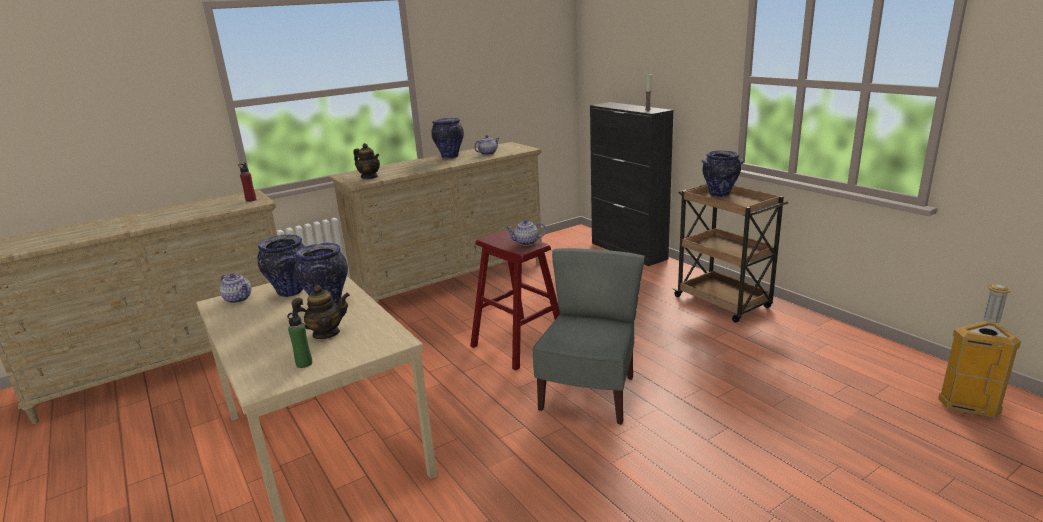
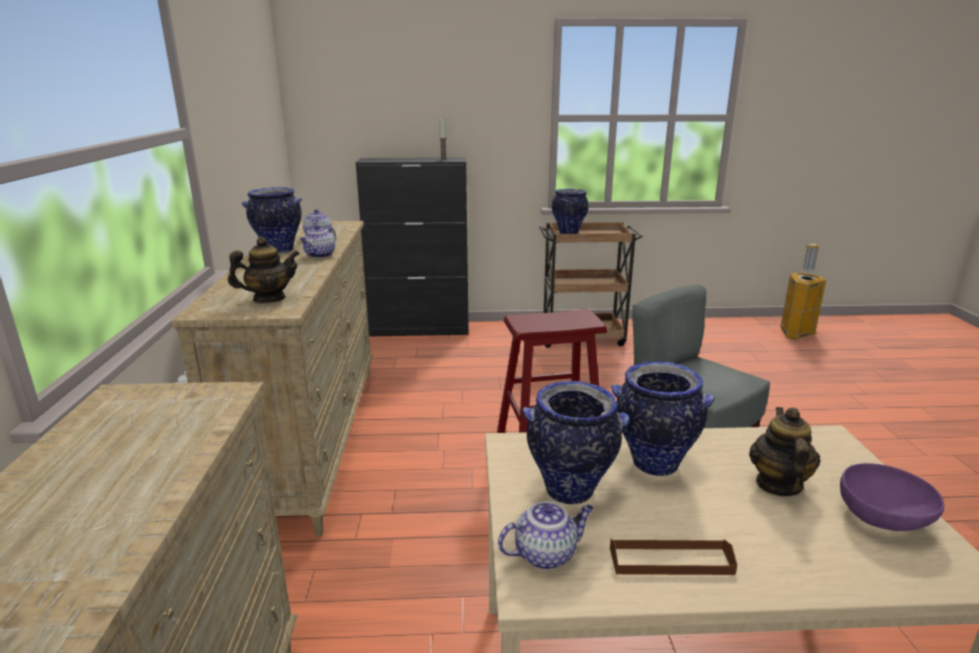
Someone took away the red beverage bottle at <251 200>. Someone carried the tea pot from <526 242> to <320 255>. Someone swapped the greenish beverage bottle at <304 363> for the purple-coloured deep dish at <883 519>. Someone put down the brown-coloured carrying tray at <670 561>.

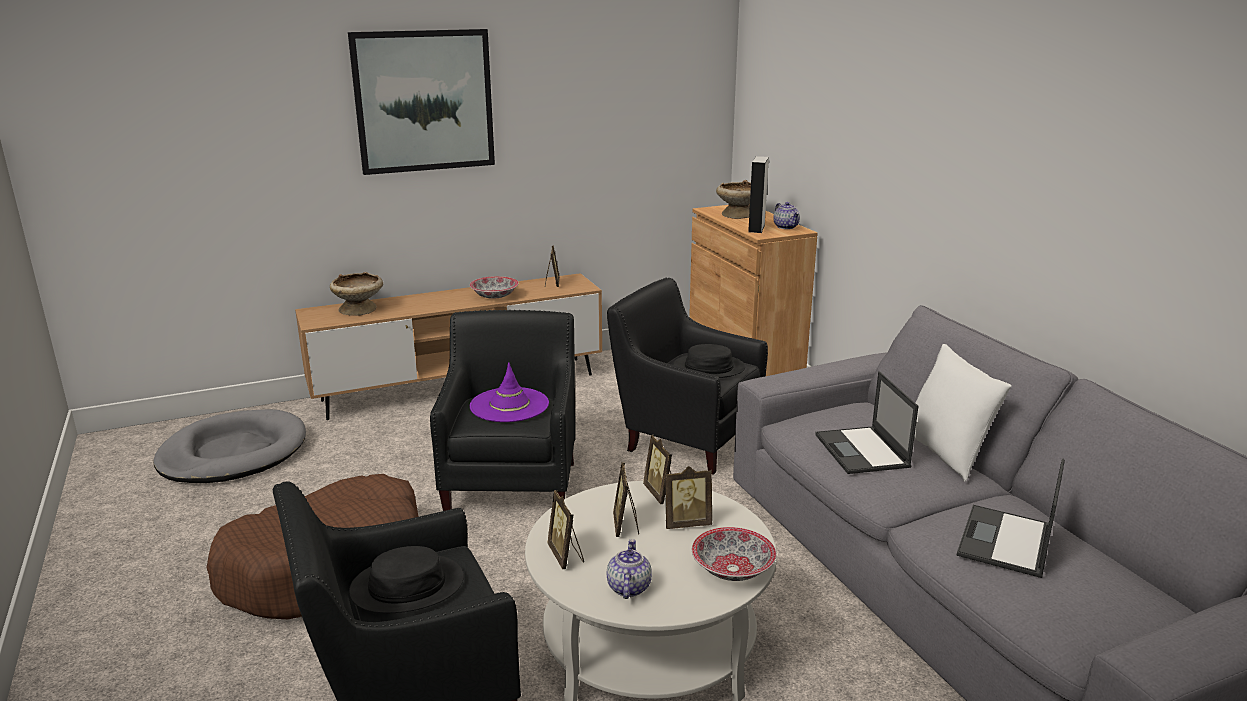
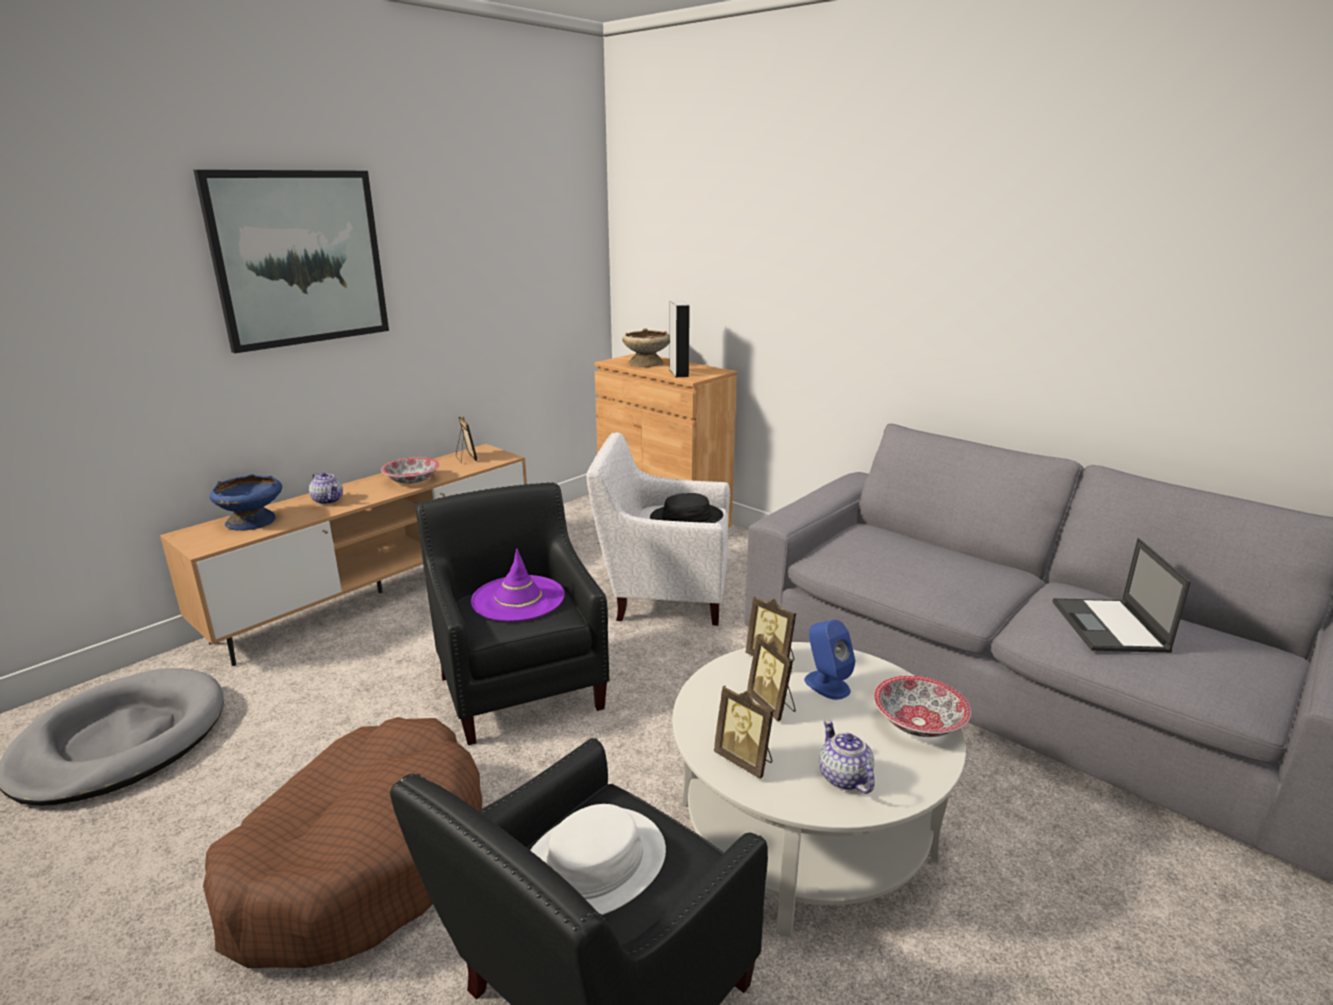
Someone carried the tea pot from <786 227> to <328 500>. Someone repainted the beige-coloured deep dish at <359 309>, which became the blue-coloured deep dish at <253 521>. Someone repainted the black-coloured lounge chair at <686 437>, which became the white lounge chair at <663 593>. Someone took away the white throw pillow at <946 455>. Someone took away the laptop at <862 451>. Someone swapped the photo frame at <686 523> for the blue-coloured audio speaker at <826 684>. Someone repainted the black-coloured clothing hat at <407 586>, which became the white clothing hat at <594 863>.

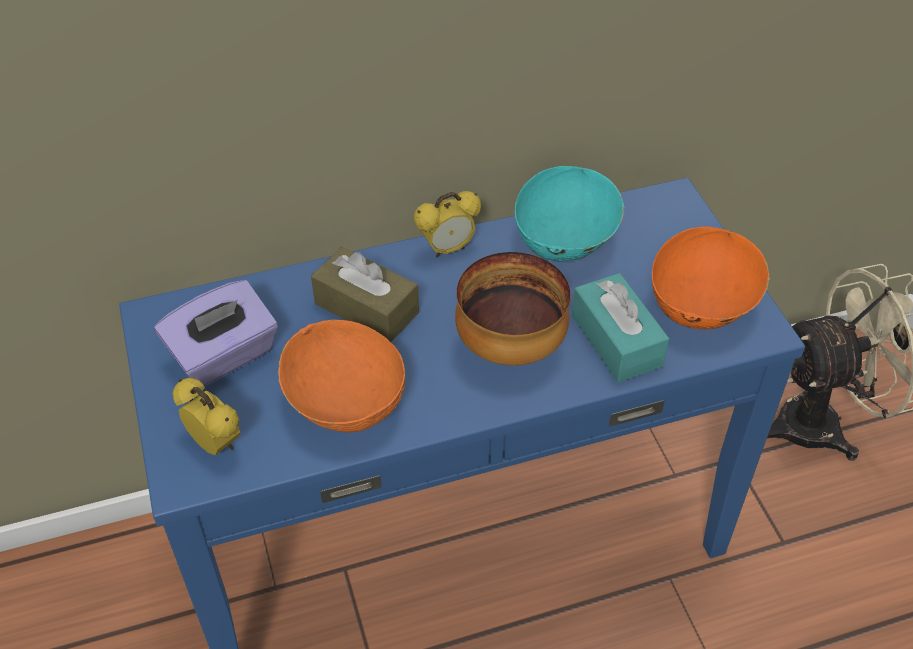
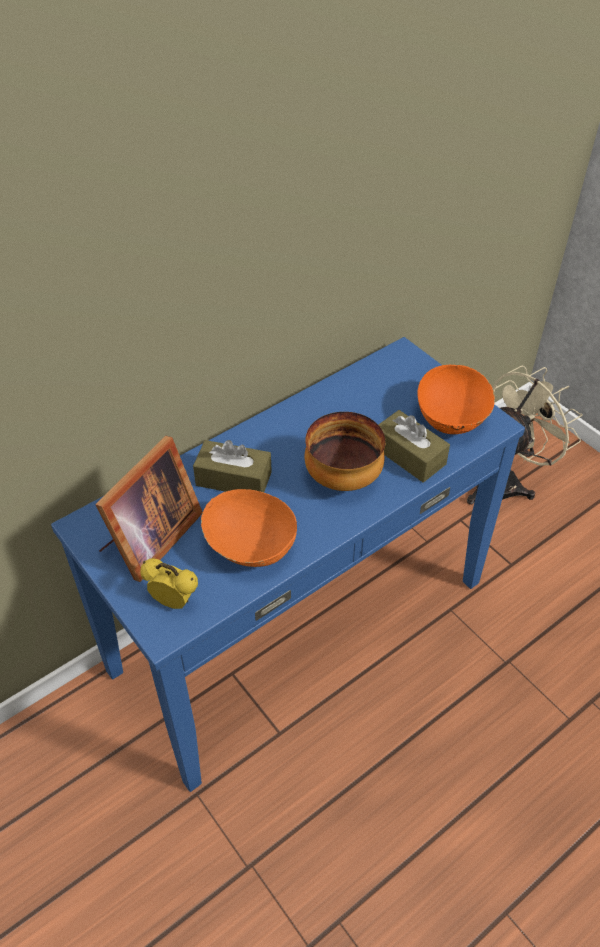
Someone took away the blue-green deep dish at <566 241>. Someone took away the alarm clock at <447 249>. Someone repainted the blue-green box of tissues at <616 340>, which became the brown-coloured box of tissues at <409 455>. Someone swapped the purple-coloured box of tissues at <224 356> for the photo frame at <149 539>.

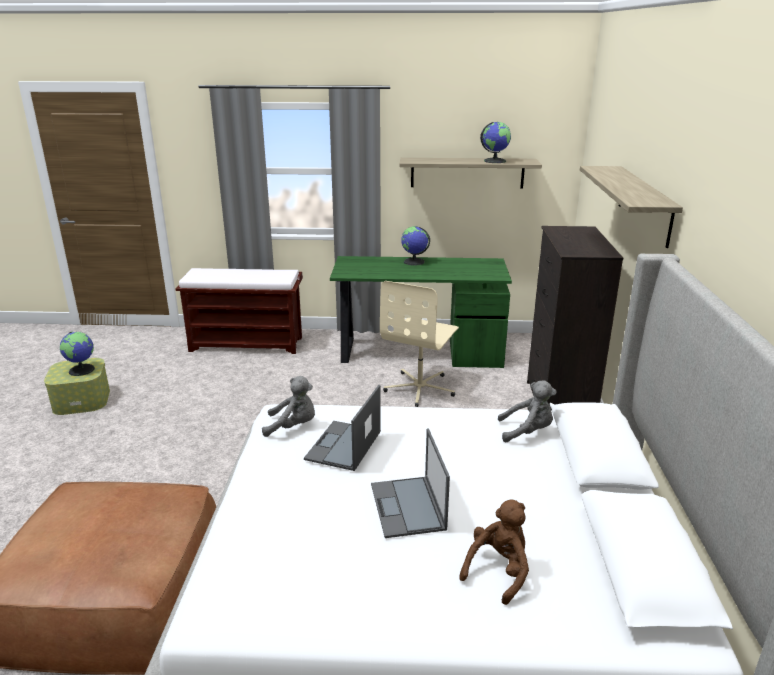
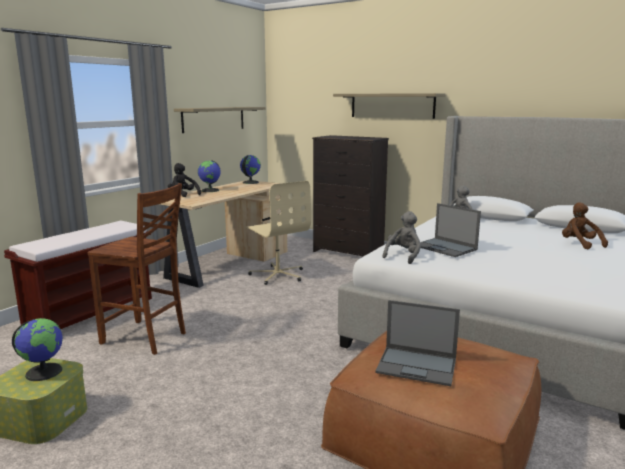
Someone carried the world globe from <494 161> to <250 182>. Someone repainted the greenish desk unit at <418 351>, which became the beige-coloured desk unit at <226 264>. Someone carried the laptop from <408 507> to <417 366>. Someone put down the black-coloured plush toy at <183 195>. Someone put down the brown-coloured upright chair at <145 338>.

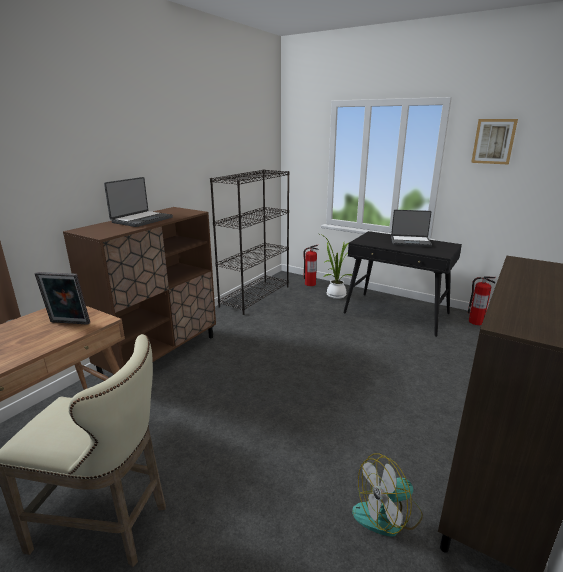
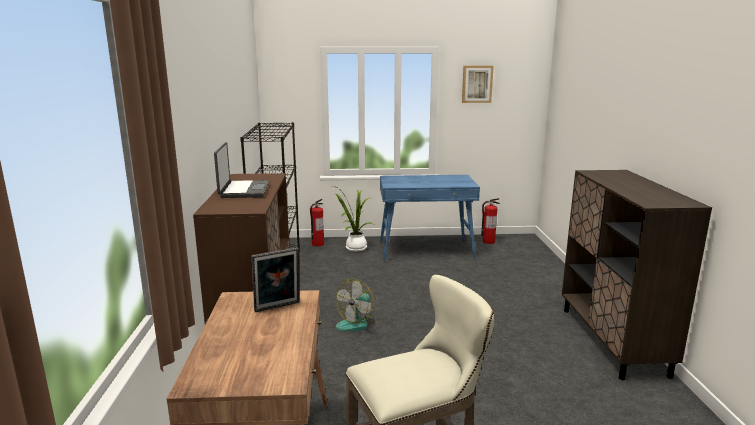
Someone took away the laptop at <410 242>. Someone repainted the black-coloured desk unit at <397 313>, which became the blue-coloured desk unit at <426 250>. Someone carried the electric fan from <388 515> to <357 323>.

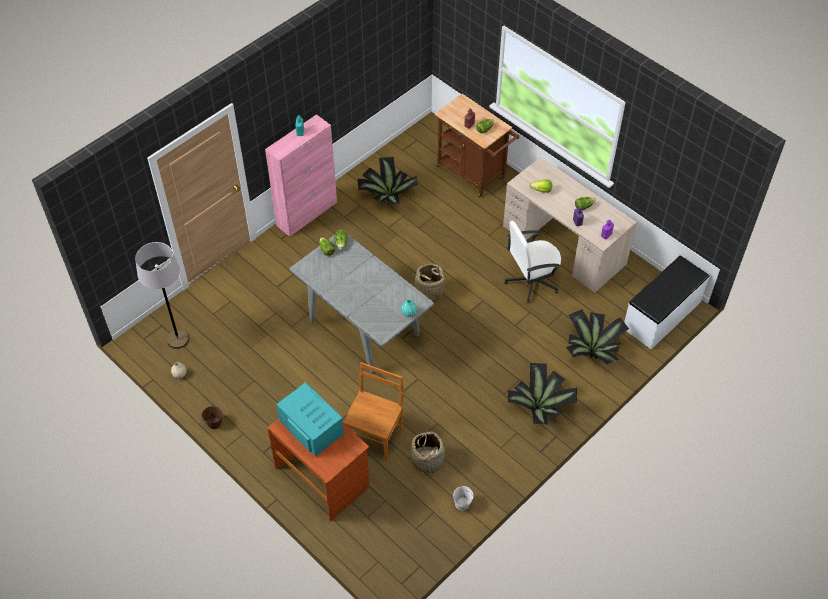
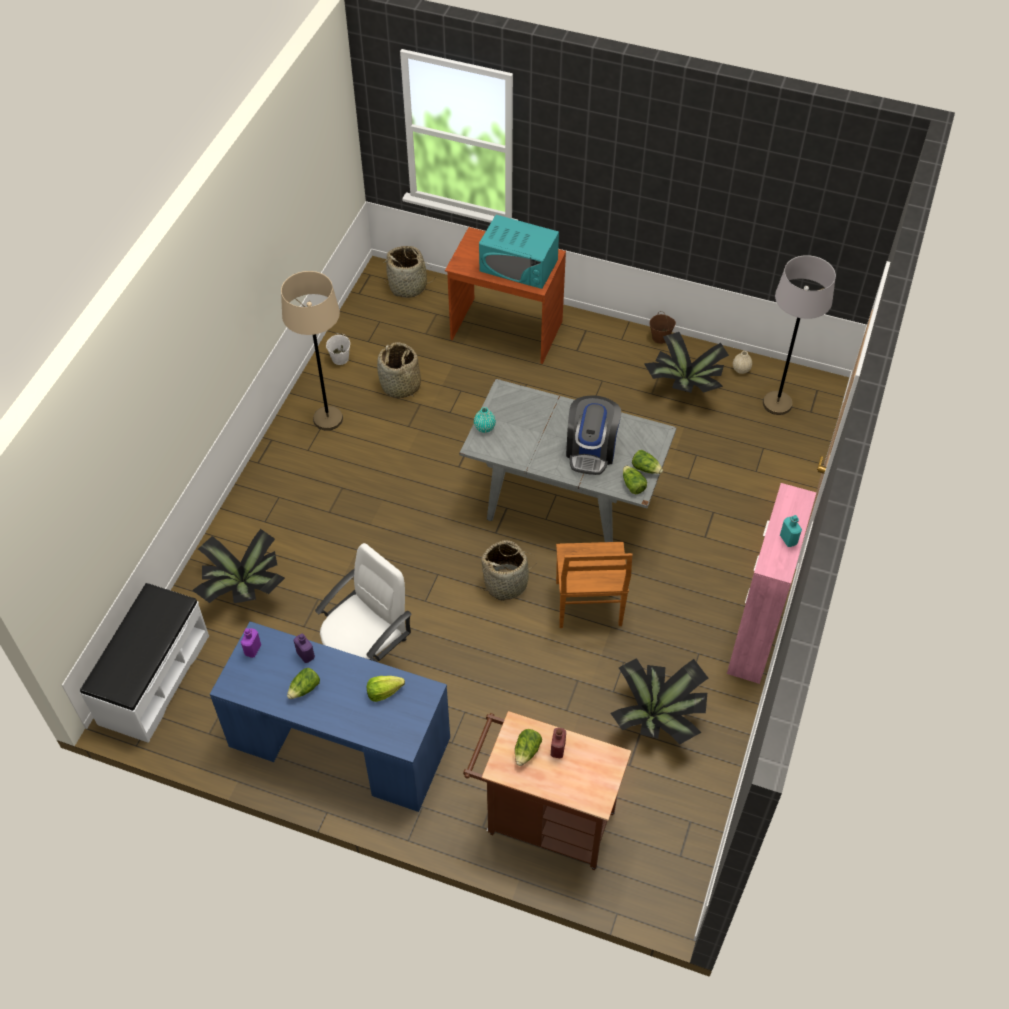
Someone repainted the beige-coloured desk unit at <564 245>, which became the blue-coloured desk unit at <339 741>. Someone carried the brown-coloured upright chair from <375 436> to <588 605>. Someone carried the houseplant from <540 406> to <684 386>. Someone put down the storage basket at <408 286>. Someone put down the beige-coloured floor lamp at <328 419>. Someone put down the coffee maker at <591 450>.

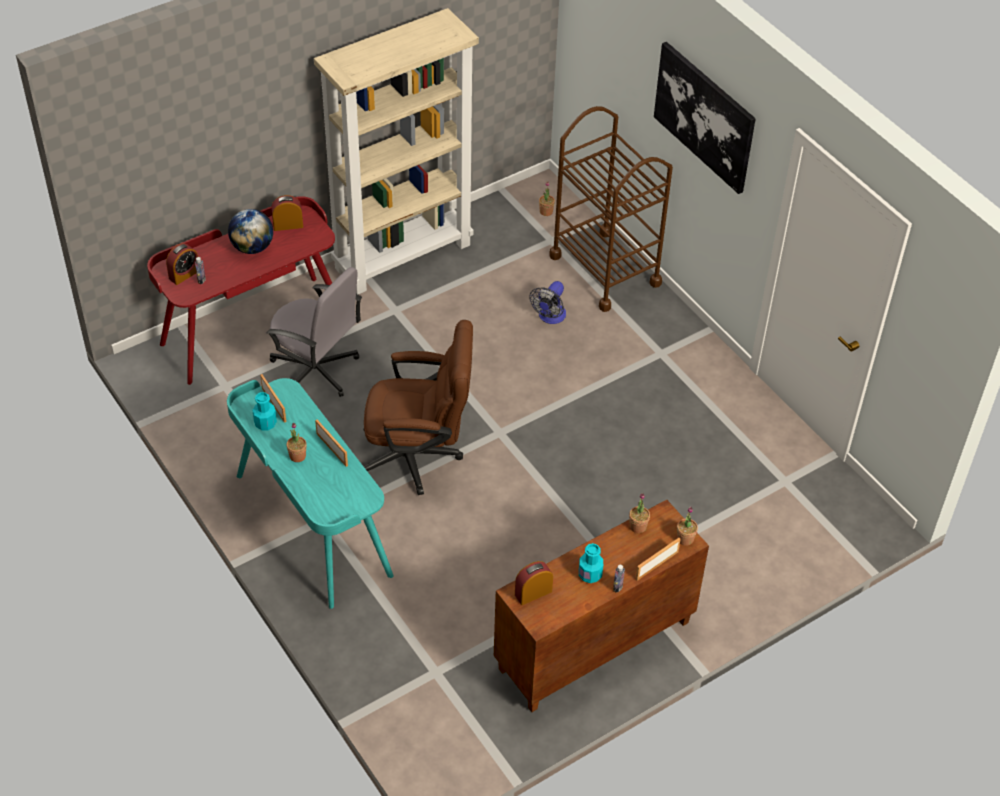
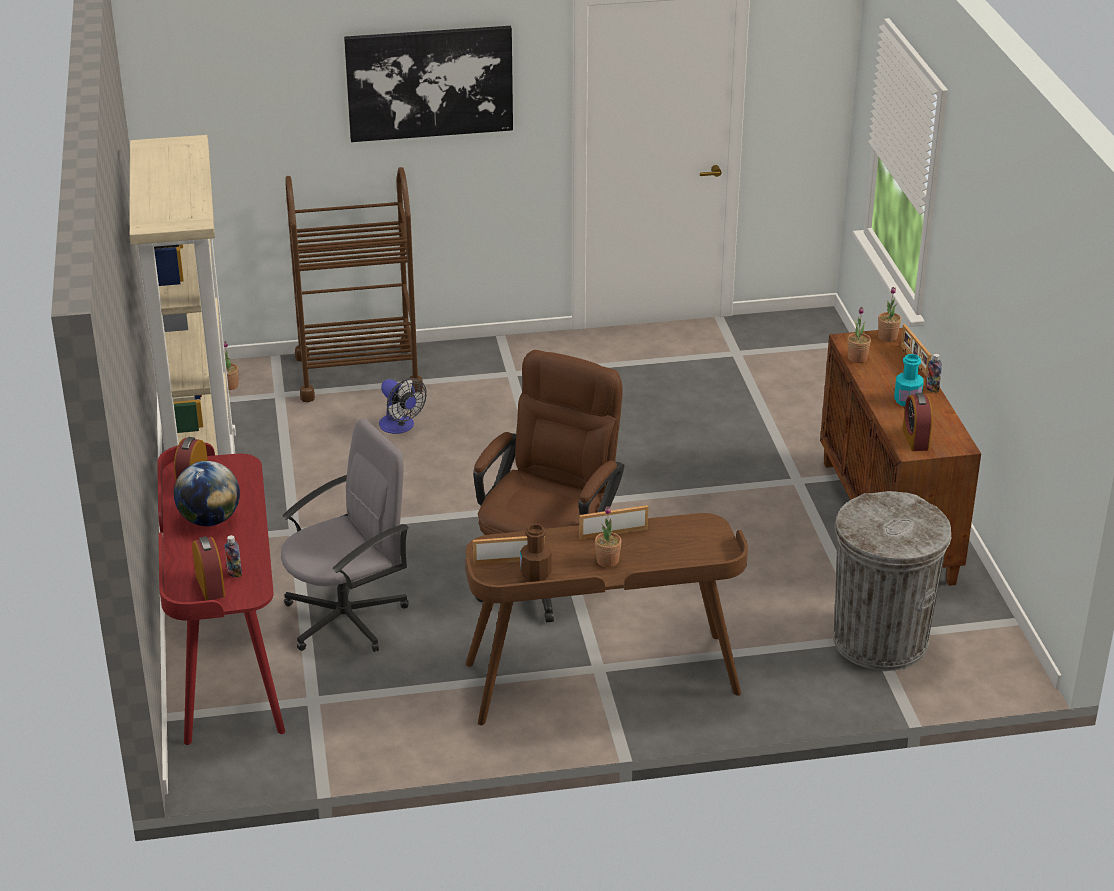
Someone repainted the blue-green desk unit at <311 525>, which became the brown-coloured desk unit at <602 680>. Someone repainted the blue-green beverage bottle at <265 423>, which became the brown-coloured beverage bottle at <535 574>. Someone put down the gray trash can at <880 640>.

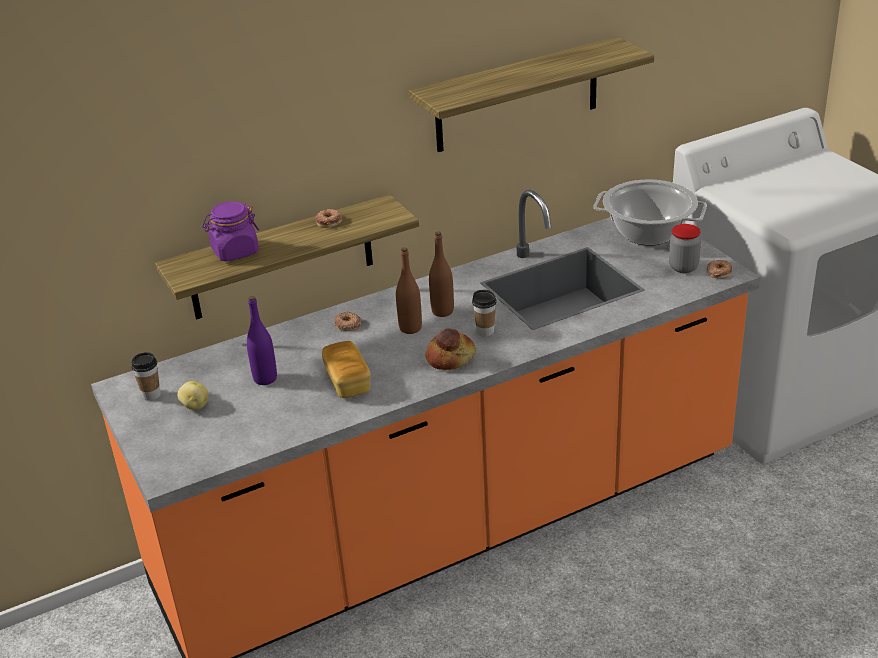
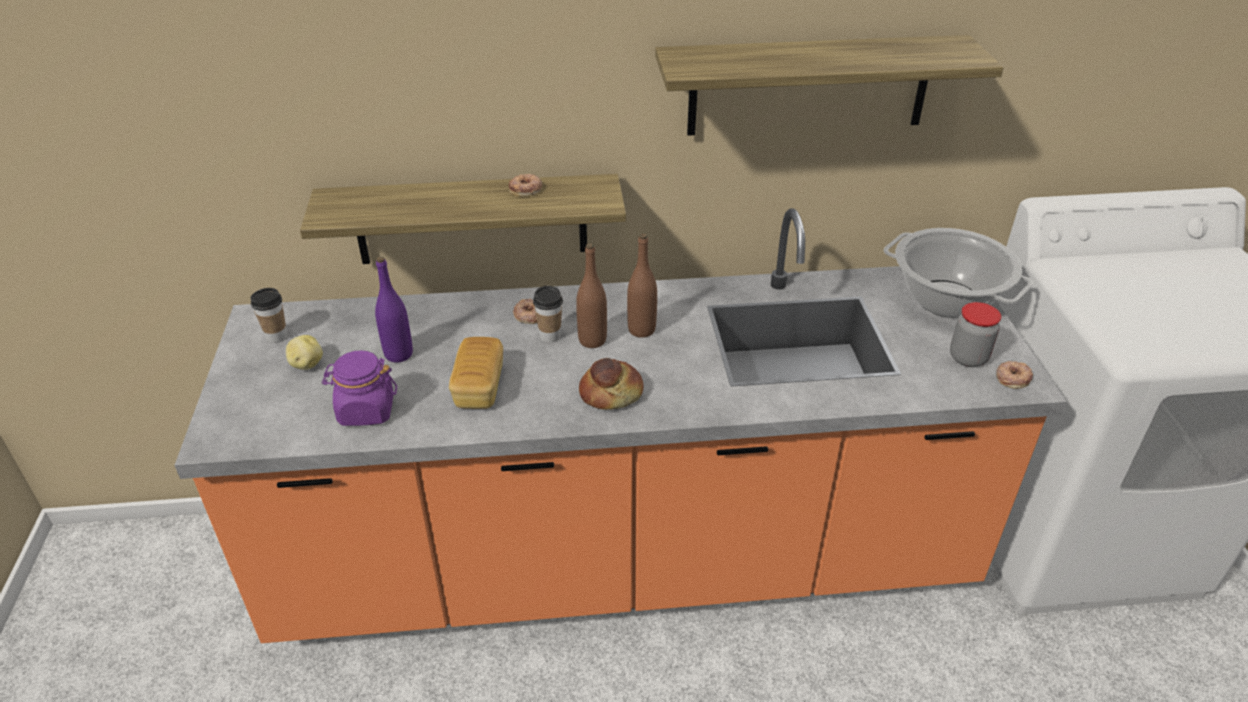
Someone carried the purple-coloured storage jar from <235 252> to <366 410>. Someone carried the small cup from <485 331> to <550 336>.

